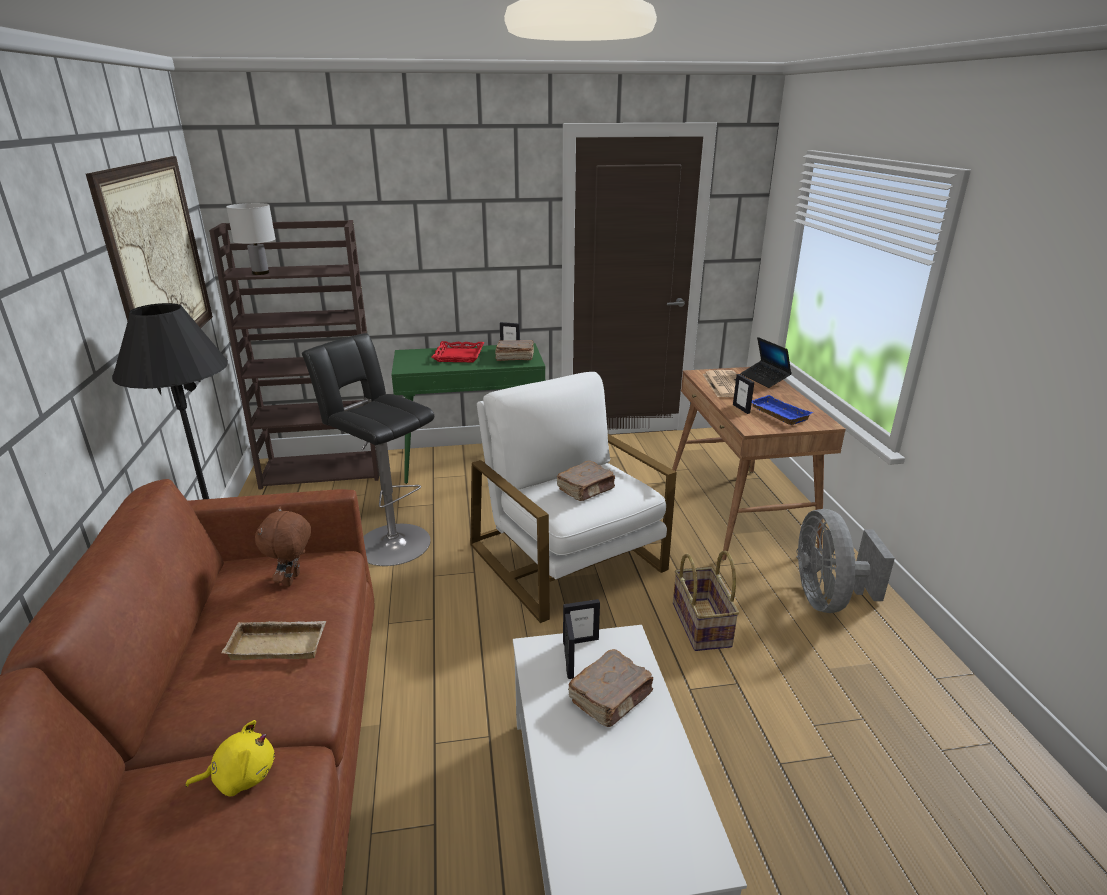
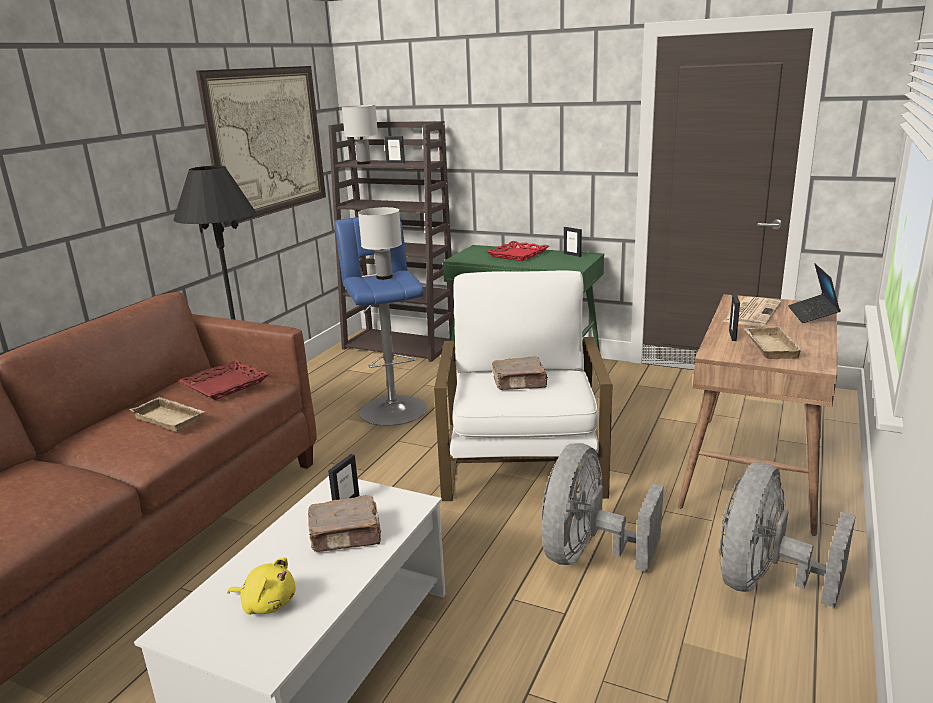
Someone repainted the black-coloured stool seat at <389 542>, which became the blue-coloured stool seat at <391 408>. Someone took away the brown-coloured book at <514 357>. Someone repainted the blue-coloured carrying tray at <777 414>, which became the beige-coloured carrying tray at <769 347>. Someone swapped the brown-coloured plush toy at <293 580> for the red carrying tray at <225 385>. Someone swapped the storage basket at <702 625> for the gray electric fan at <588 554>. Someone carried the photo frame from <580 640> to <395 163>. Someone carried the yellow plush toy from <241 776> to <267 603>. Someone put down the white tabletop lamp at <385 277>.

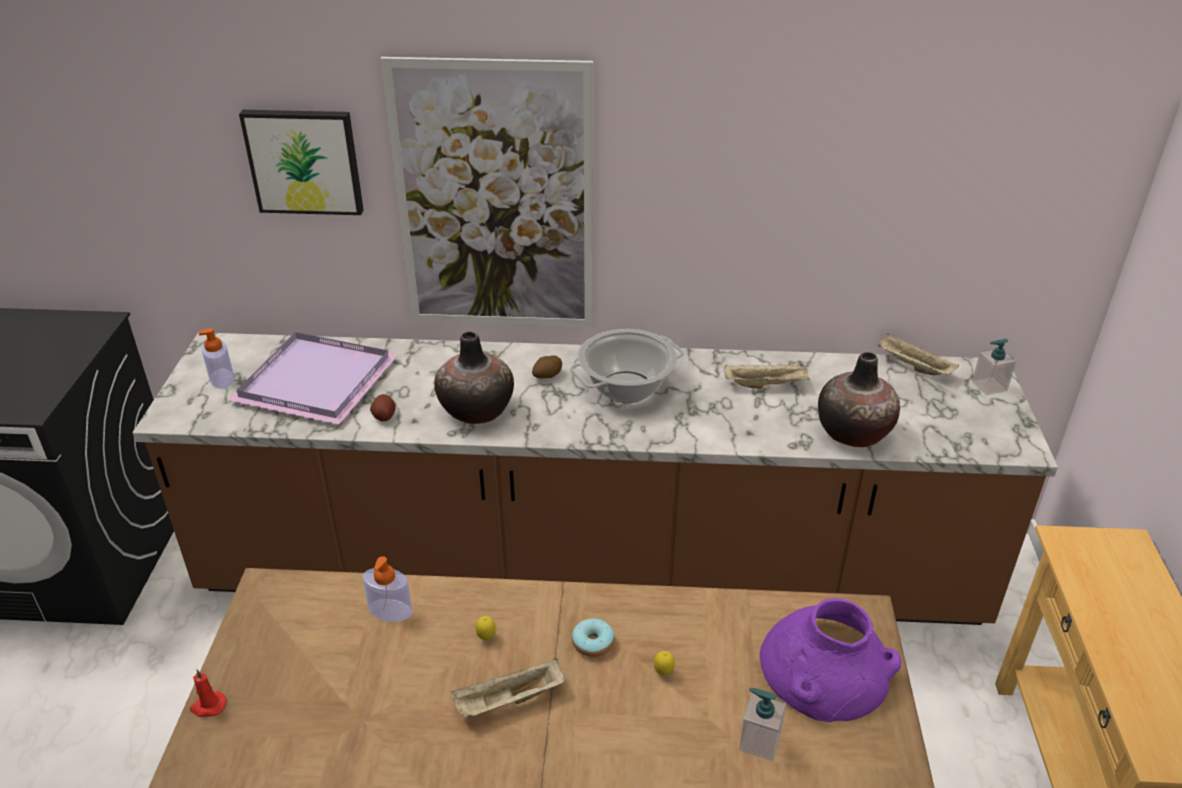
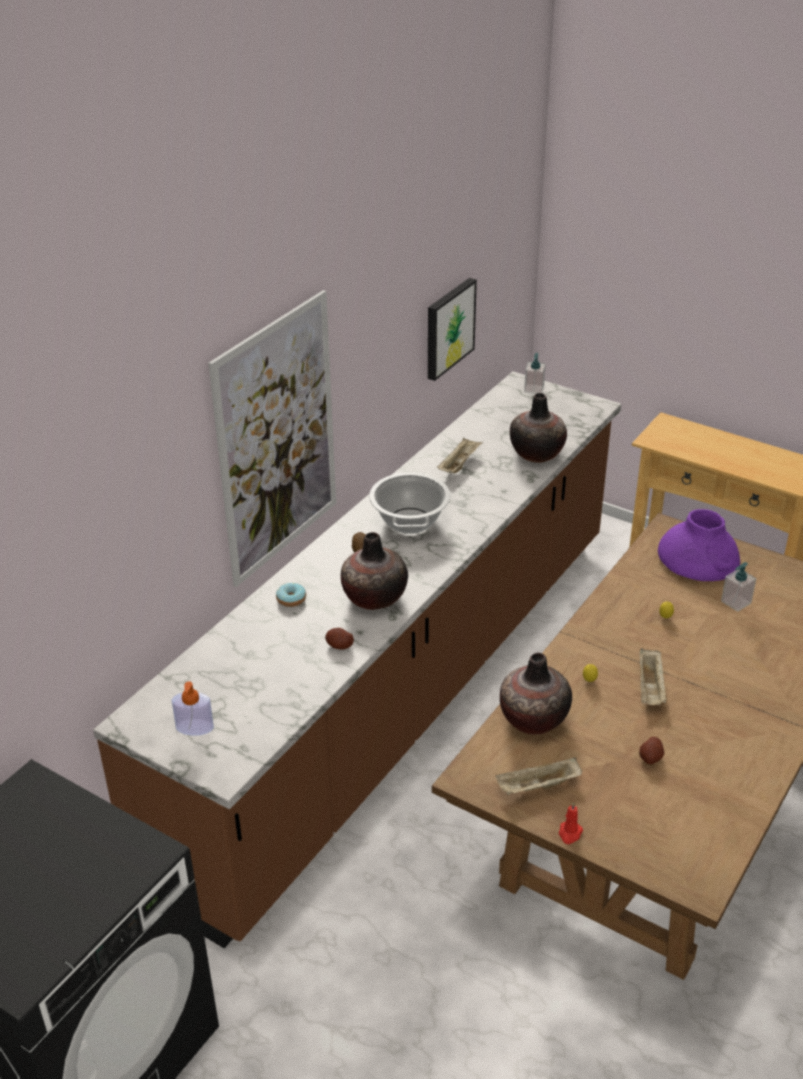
Someone carried the picture from <304 161> to <448 328>. Someone took away the purple-coloured carrying tray at <319 380>. Someone carried the beige-coloured carrying tray from <912 366> to <537 787>. Someone swapped the soap dispenser at <390 610> for the decorative vase at <533 718>. Someone carried the donut from <593 643> to <291 599>. Someone put down the spud at <650 757>.

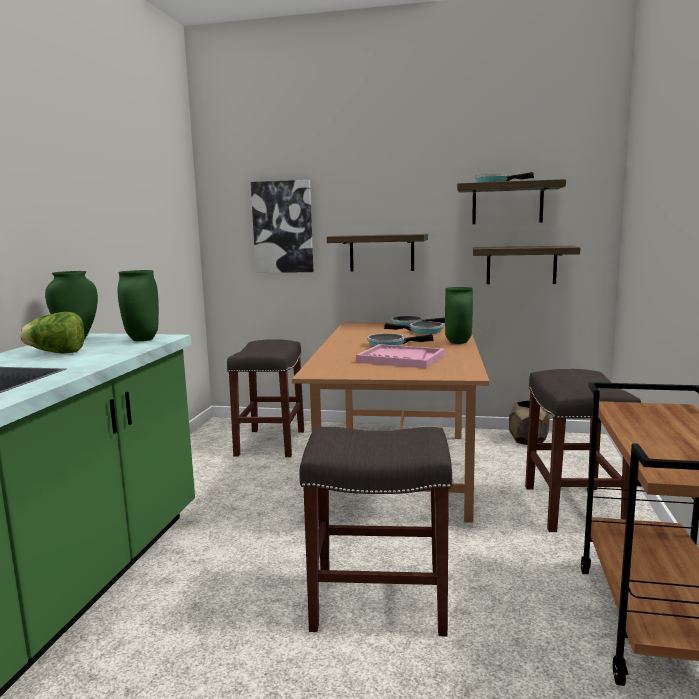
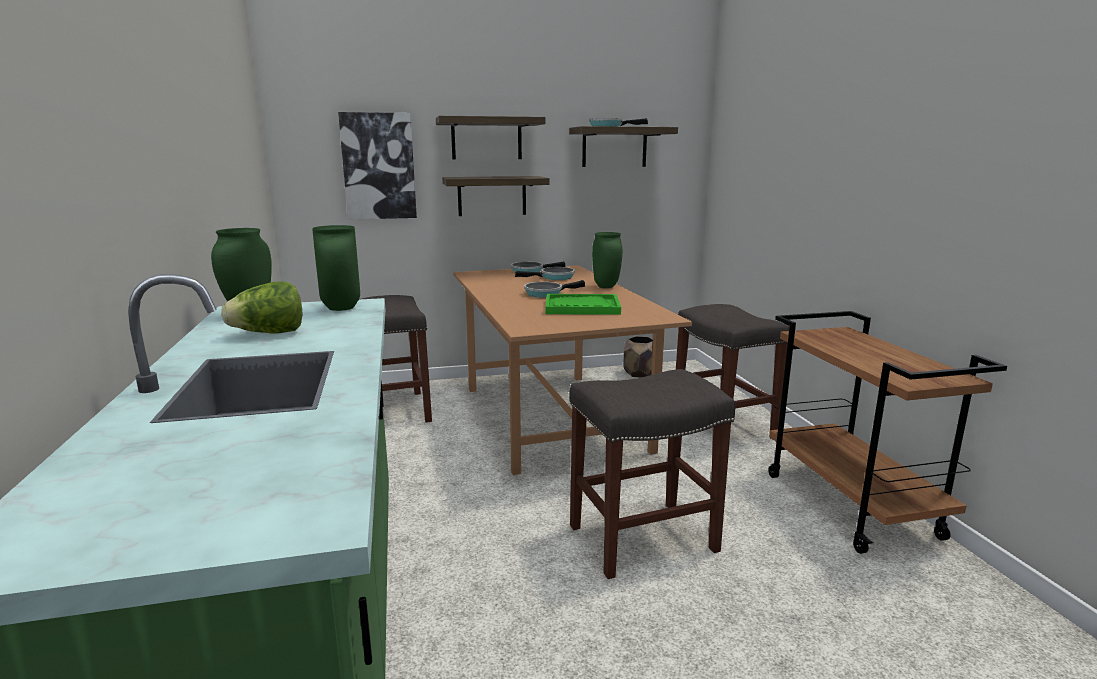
Someone carried the bracket shelf from <521 265> to <486 139>. Someone repainted the pinkish carrying tray at <400 359>, which became the greenish carrying tray at <582 307>.

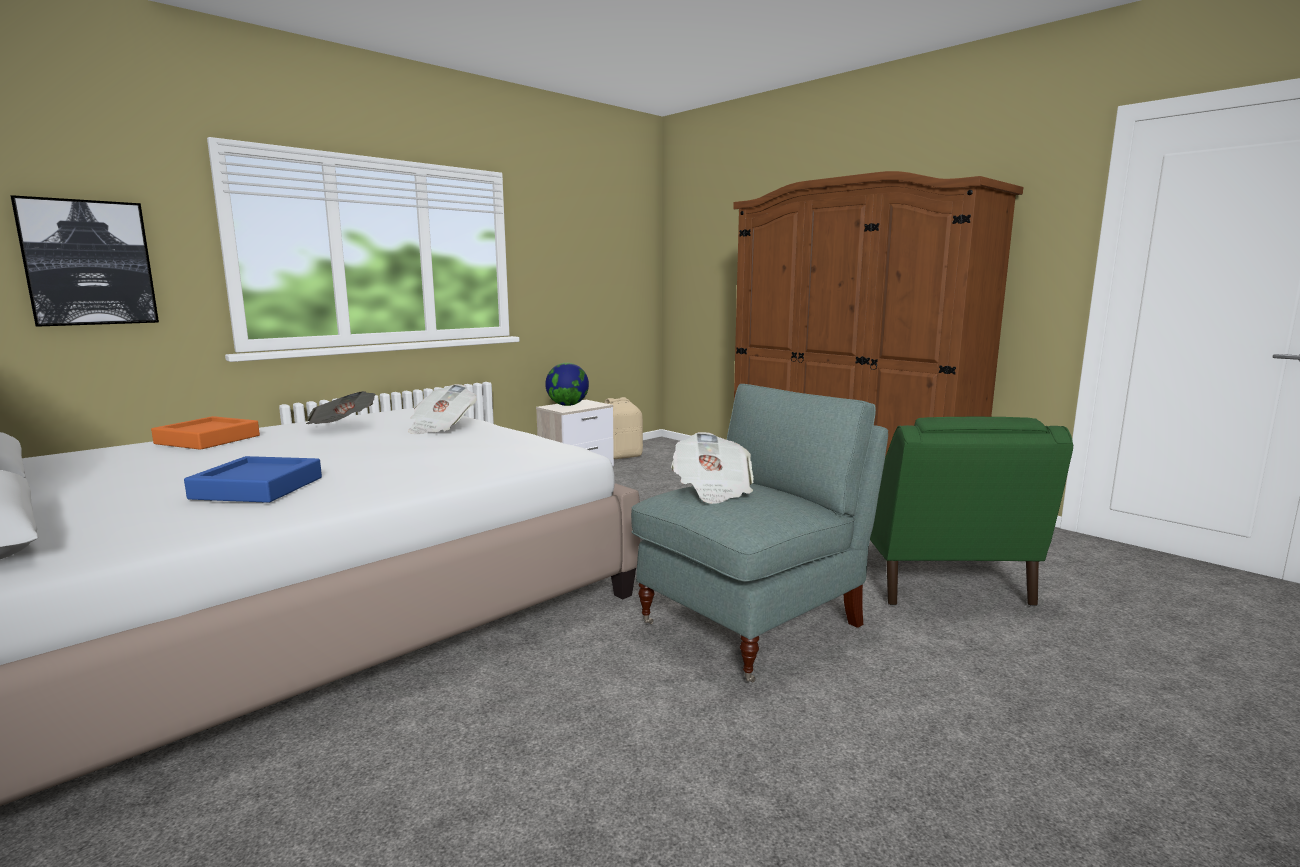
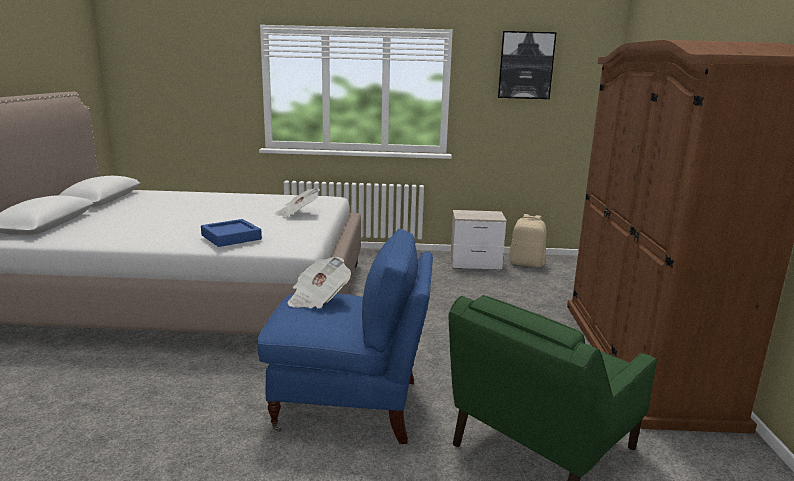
Someone carried the picture from <88 263> to <525 65>. Someone took away the world globe at <567 405>. Someone repainted the gray lounge chair at <753 624>, which became the blue-coloured lounge chair at <349 405>. Someone took away the newspaper at <342 427>. Someone took away the orange carrying tray at <208 440>. Someone carried the blue-coloured carrying tray from <258 488> to <231 237>.

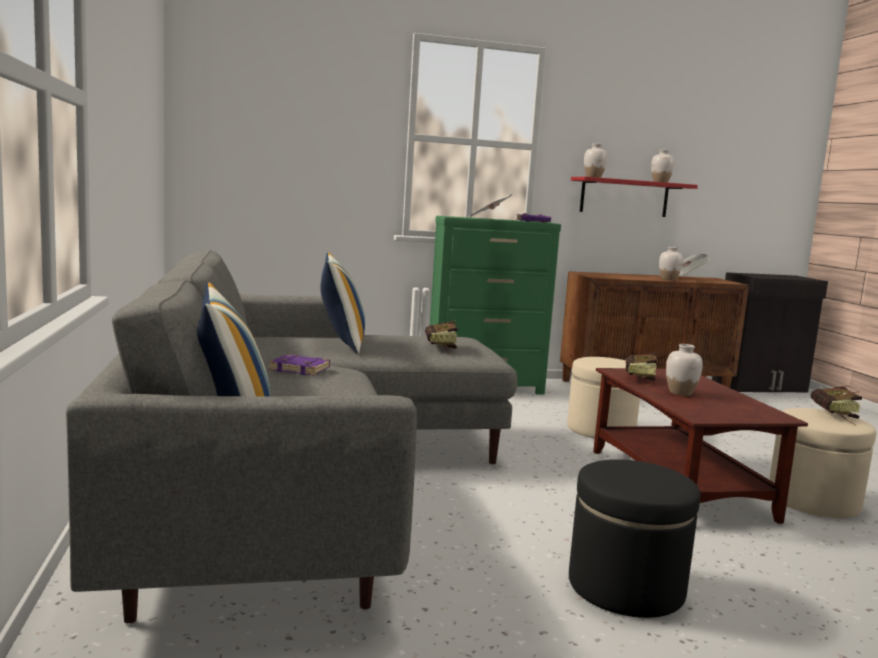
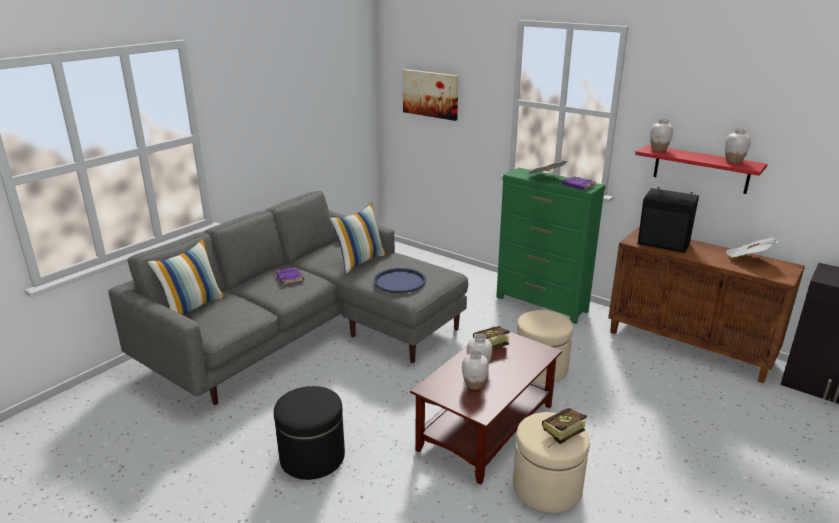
Someone carried the white decorative vase from <668 279> to <474 384>. Someone swapped the book at <441 349> for the blue-coloured carrying tray at <399 281>. Someone put up the picture at <430 94>. Someone put down the black-coloured audio speaker at <664 244>.

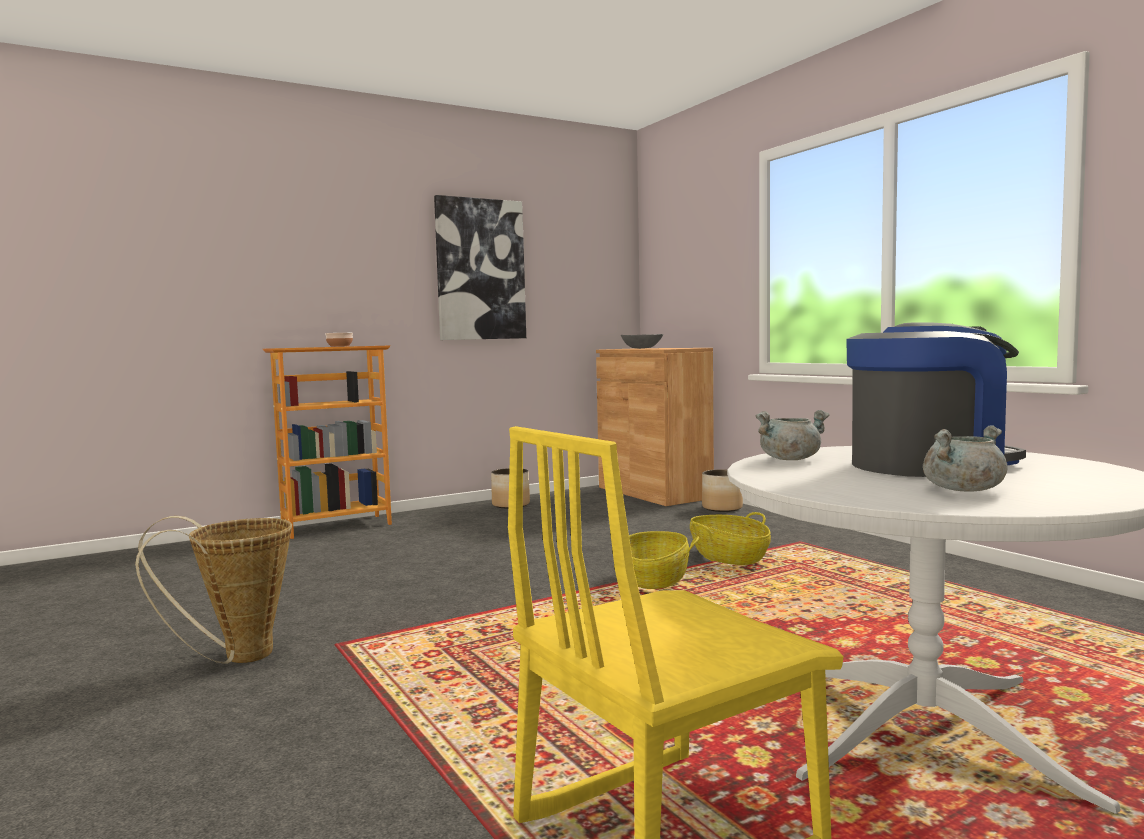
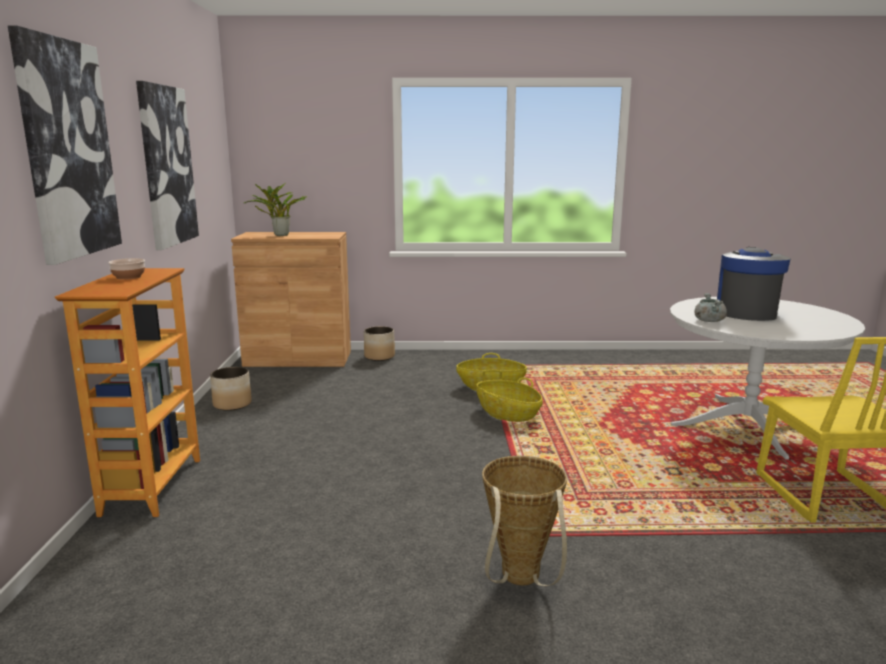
Someone swapped the gray deep dish at <642 348> for the houseplant at <279 235>. Someone took away the gray stockpot at <963 489>. Someone put up the picture at <67 149>.

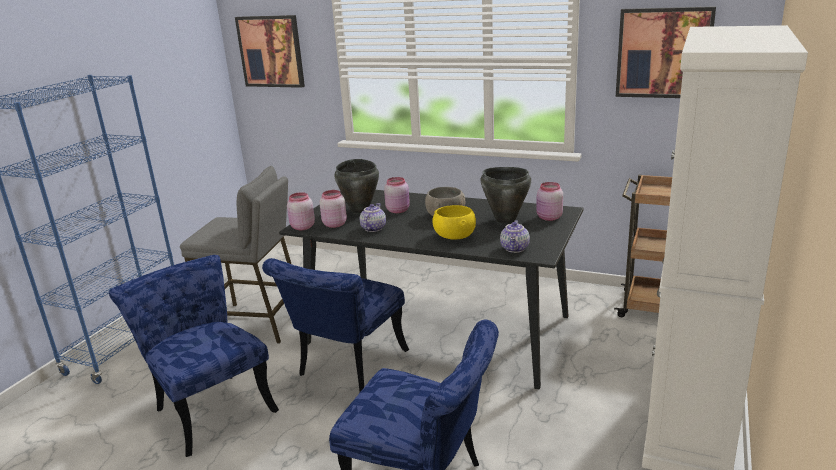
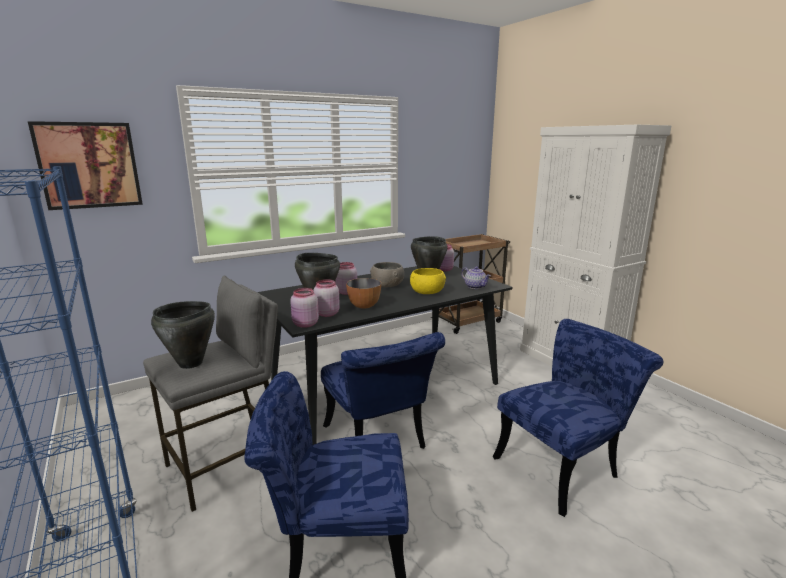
Someone took away the picture at <663 53>. Someone swapped the tea pot at <373 228> for the deep dish at <364 306>. Someone put down the black-coloured stockpot at <191 363>.

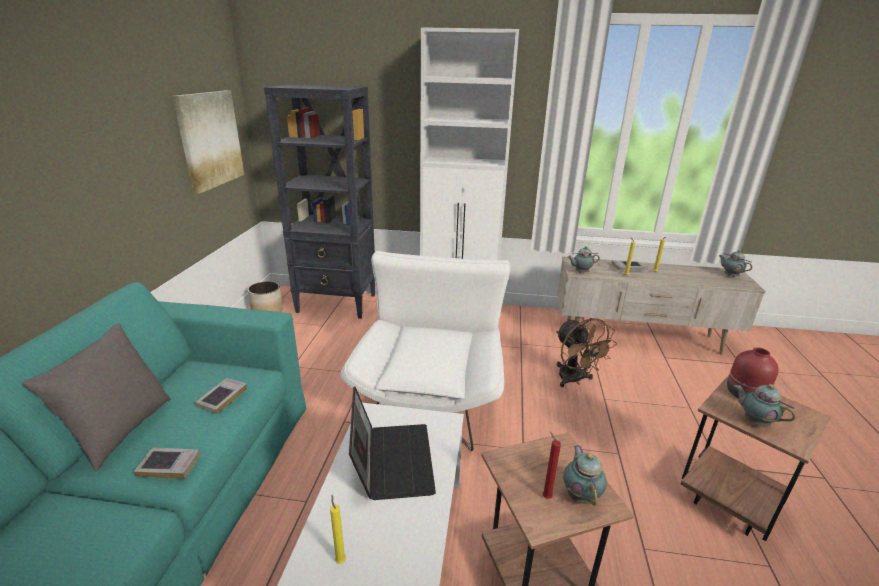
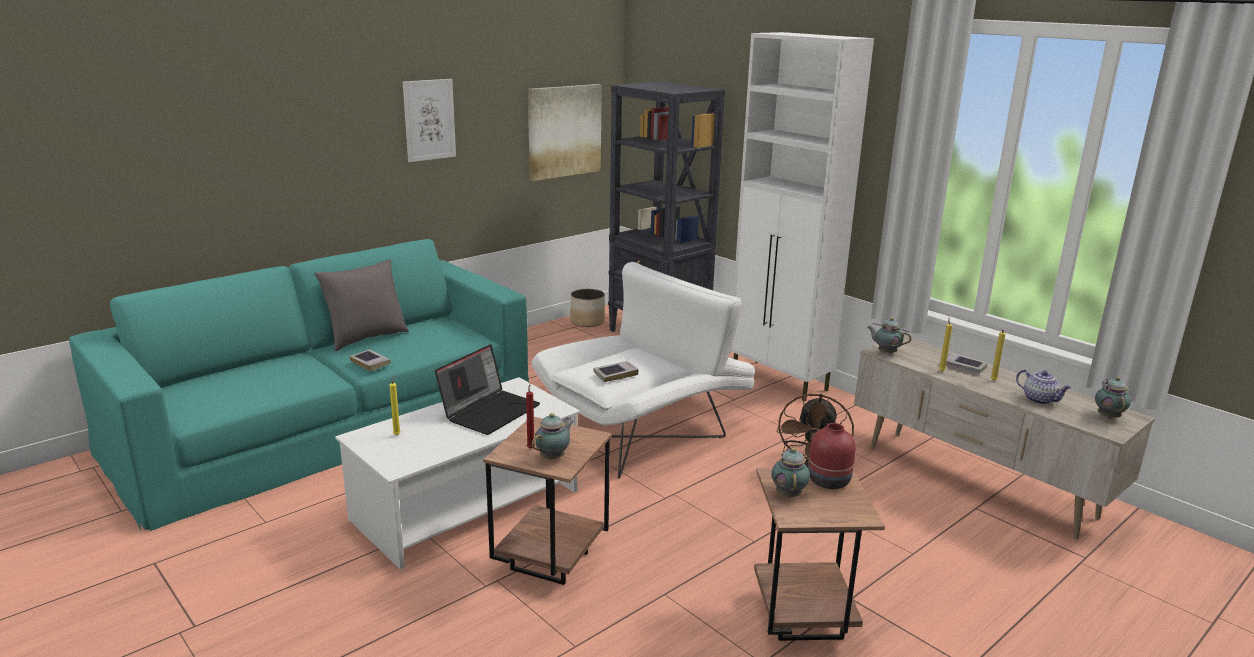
Someone carried the book from <222 398> to <615 374>. Someone put up the picture at <429 120>. Someone put down the tea pot at <1040 400>.

